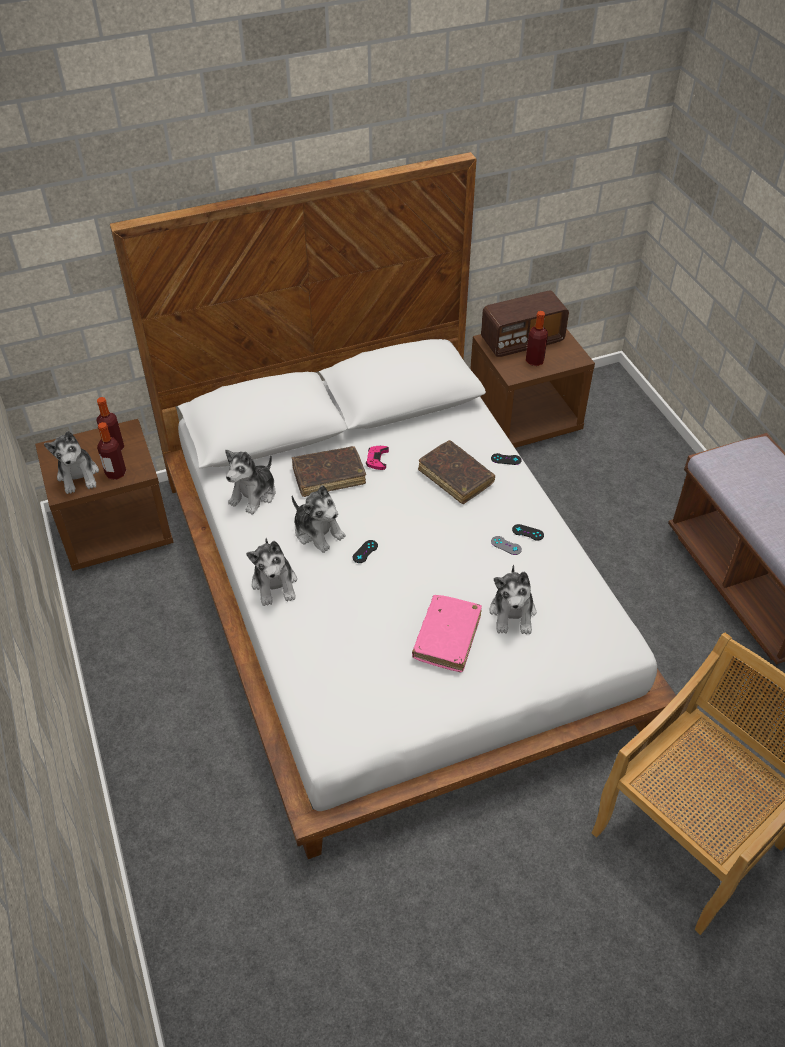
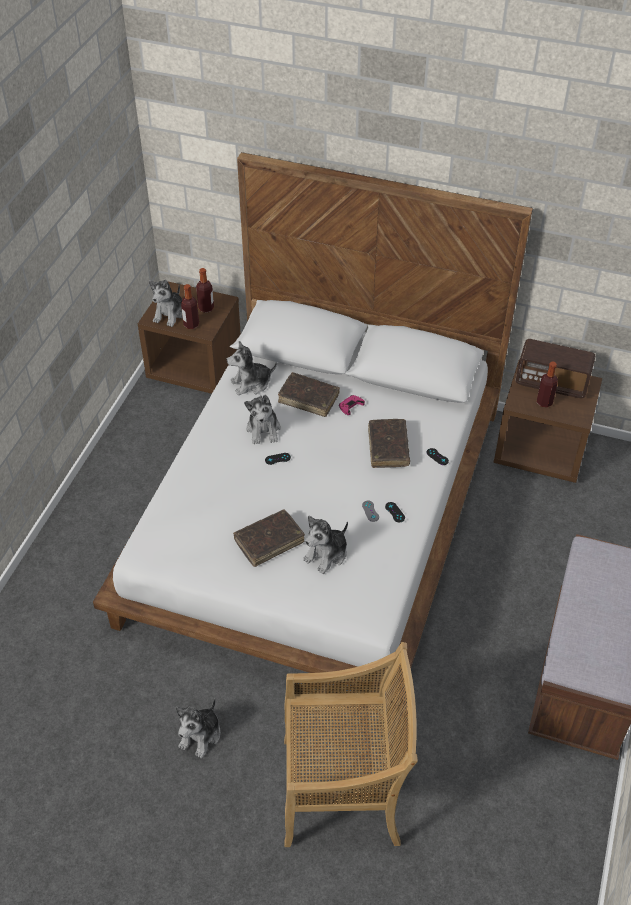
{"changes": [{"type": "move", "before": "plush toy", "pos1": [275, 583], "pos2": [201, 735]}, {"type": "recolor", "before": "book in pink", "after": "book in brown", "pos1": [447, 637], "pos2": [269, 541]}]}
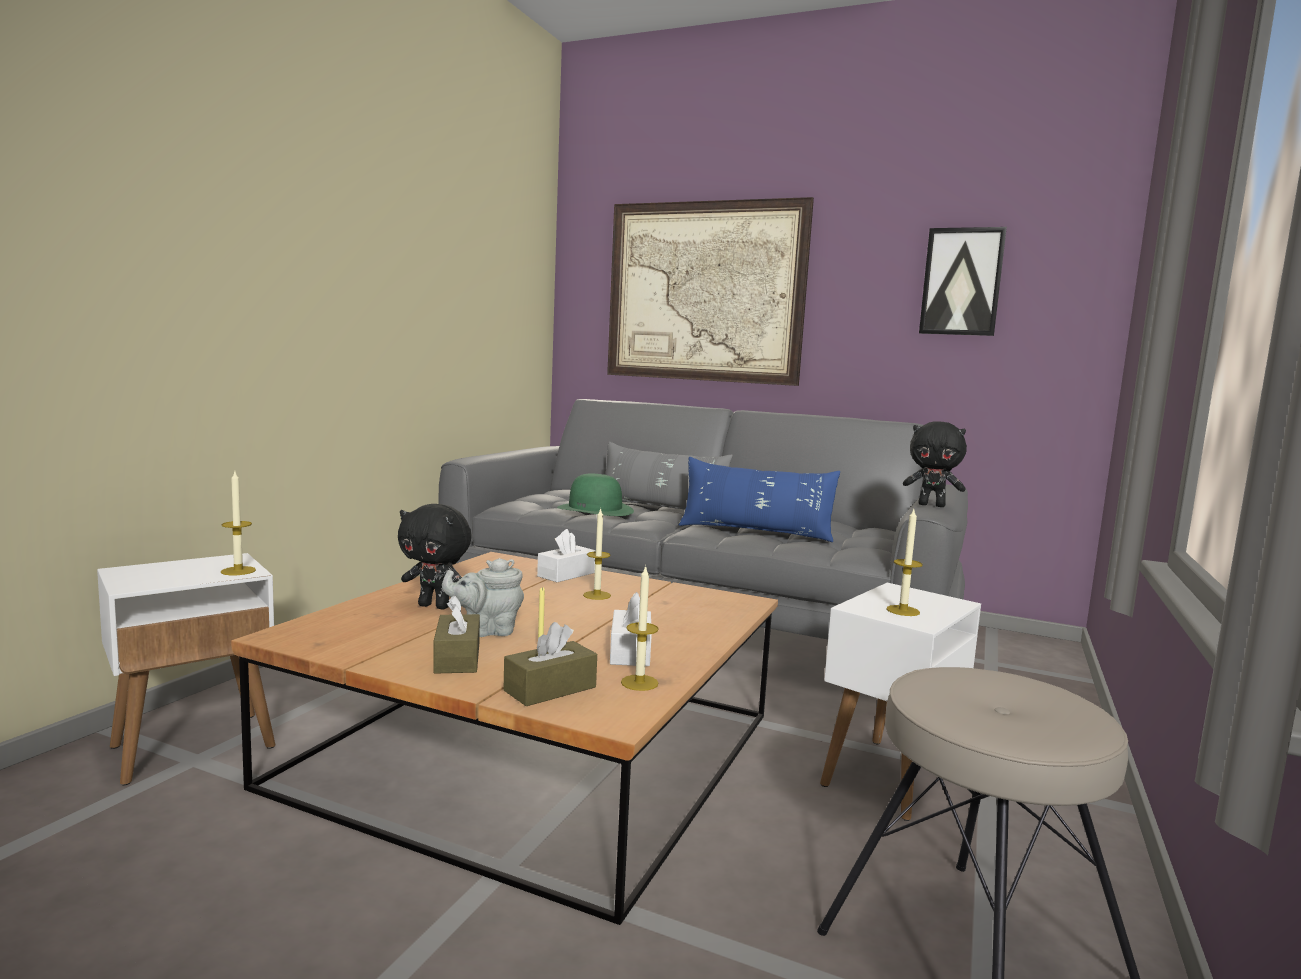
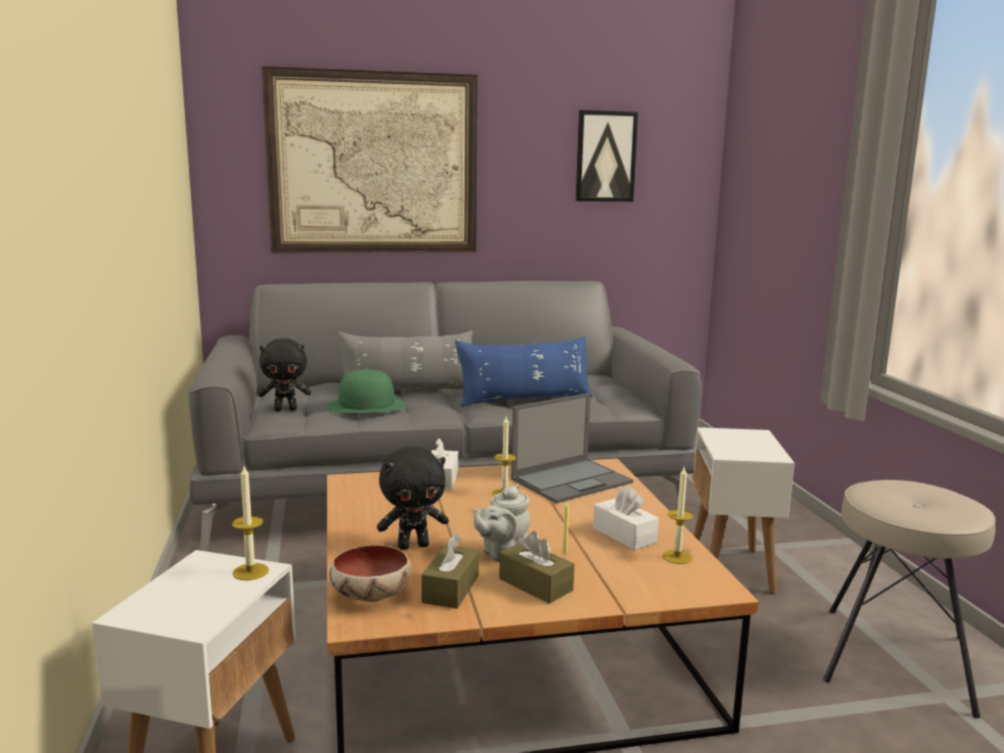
{"changes": [{"type": "move", "before": "plush toy in black", "pos1": [932, 505], "pos2": [286, 409]}, {"type": "insert", "after": "bowl", "pos2": [369, 595]}, {"type": "move", "before": "tissue box in brown", "pos1": [550, 689], "pos2": [451, 589]}, {"type": "insert", "after": "laptop", "pos2": [572, 480]}, {"type": "delete", "before": "candle", "pos1": [903, 610]}]}
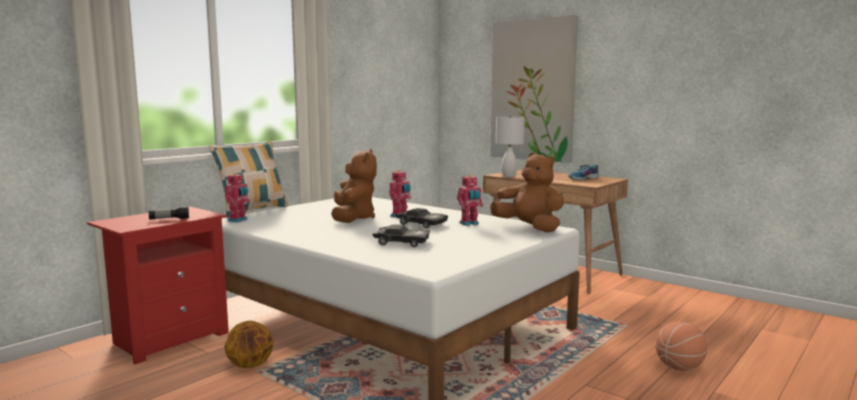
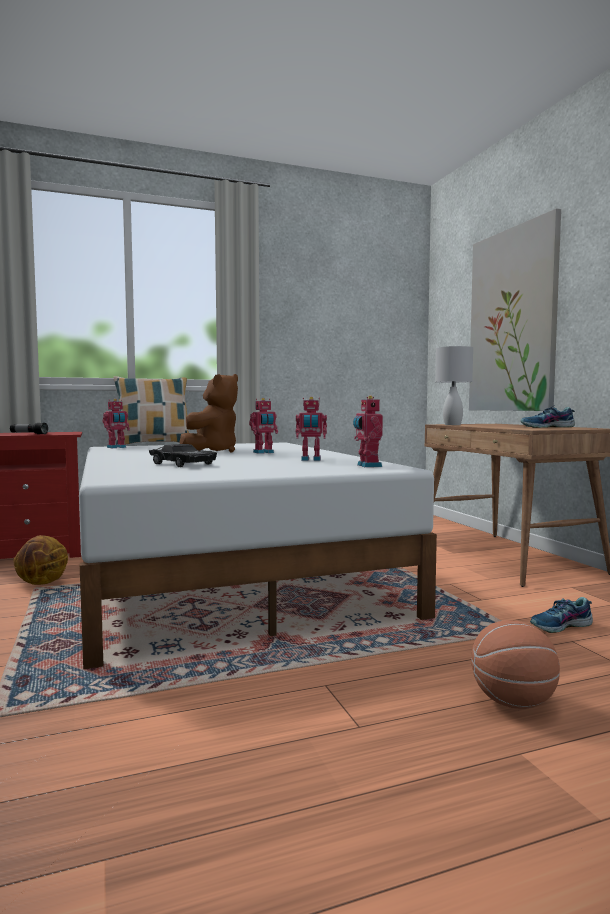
{"changes": [{"type": "replace", "before": "plush toy in brown", "after": "toy robot", "pos1": [529, 228], "pos2": [367, 466]}, {"type": "insert", "after": "shoe", "pos2": [561, 626]}, {"type": "delete", "before": "toy car in black", "pos1": [421, 224]}]}
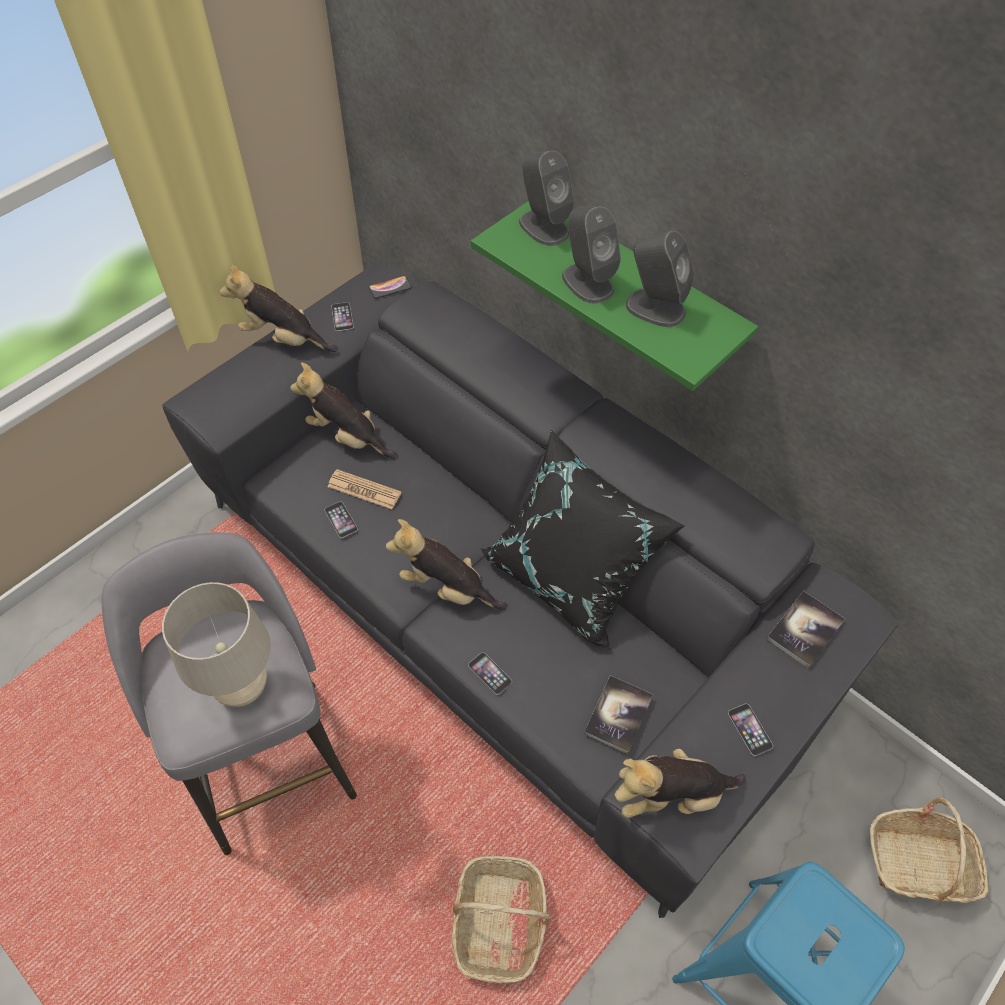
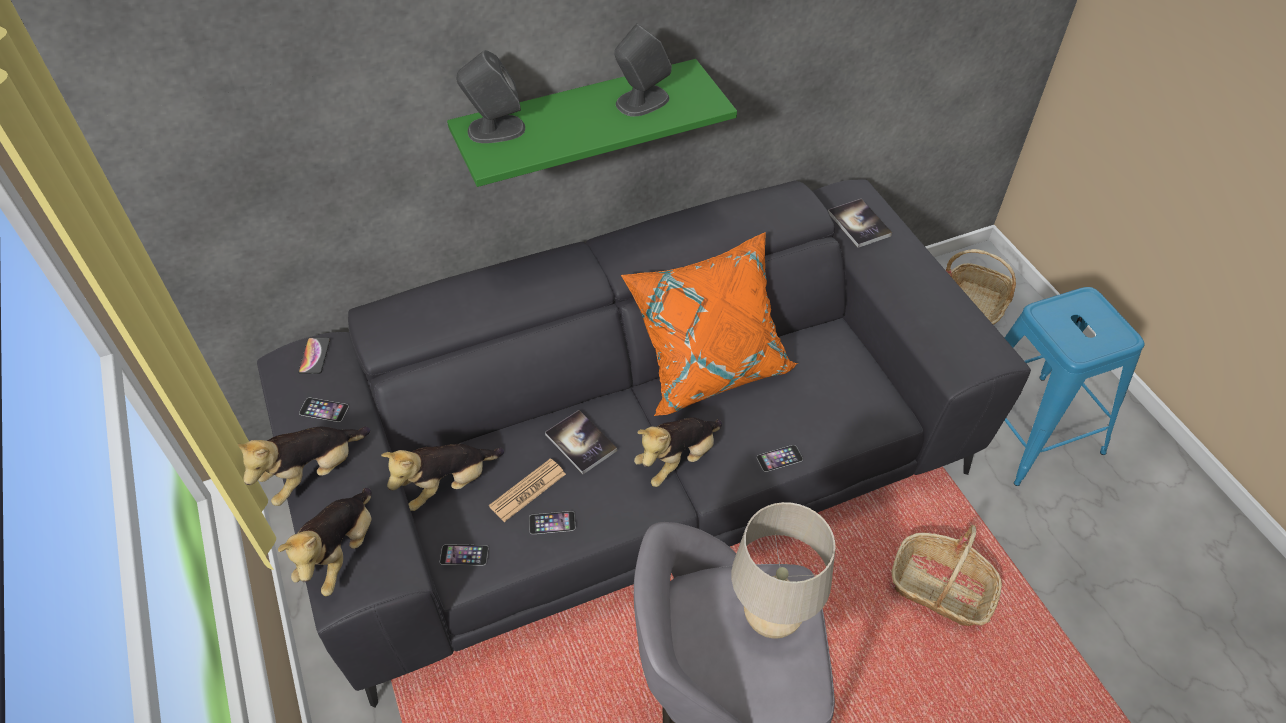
{"changes": [{"type": "move", "before": "plush toy", "pos1": [670, 794], "pos2": [340, 553]}, {"type": "move", "before": "phone", "pos1": [750, 729], "pos2": [464, 555]}, {"type": "move", "before": "book", "pos1": [618, 715], "pos2": [581, 443]}, {"type": "recolor", "before": "pillow in black", "after": "pillow in orange", "pos1": [570, 575], "pos2": [709, 366]}, {"type": "delete", "before": "speaker in grey", "pos1": [587, 282]}]}
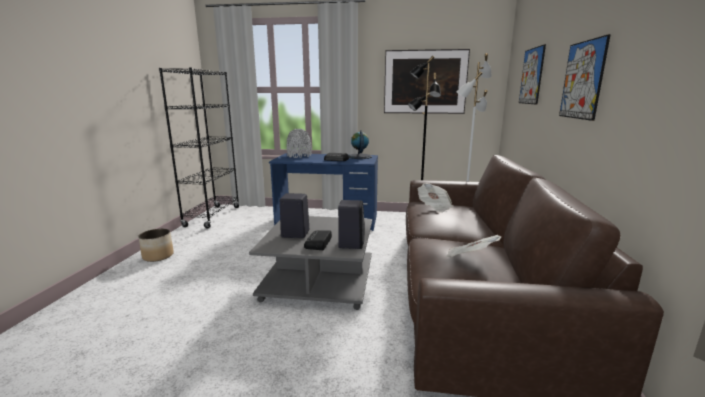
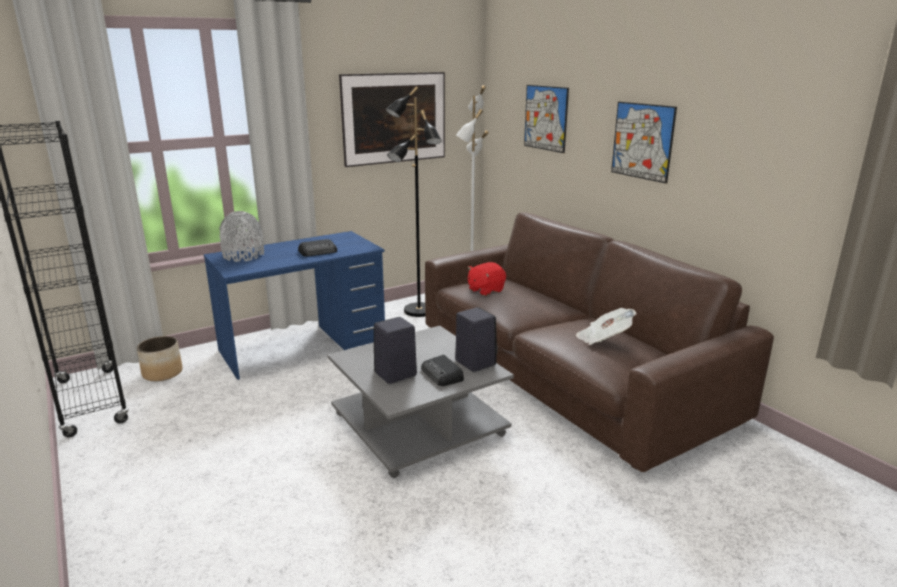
{"changes": [{"type": "move", "before": "planter", "pos1": [158, 256], "pos2": [163, 373]}, {"type": "replace", "before": "newspaper", "after": "plush toy in red", "pos1": [434, 207], "pos2": [485, 290]}, {"type": "delete", "before": "globe", "pos1": [359, 157]}]}
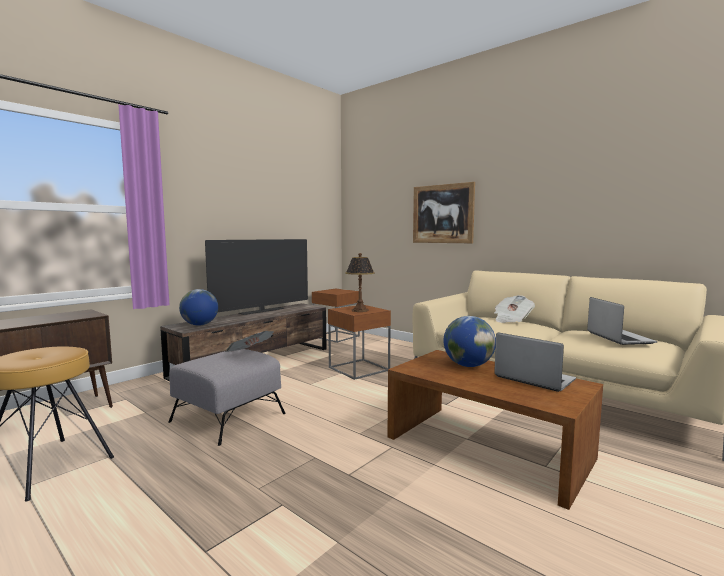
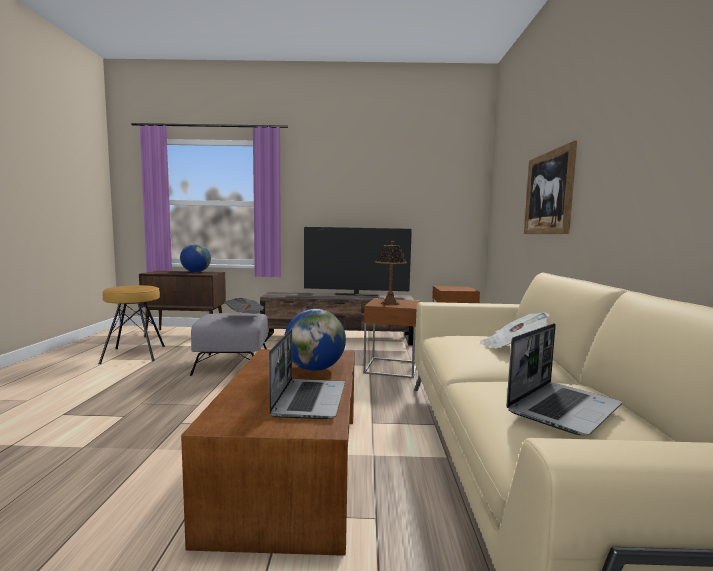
{"changes": [{"type": "move", "before": "globe", "pos1": [200, 325], "pos2": [196, 272]}]}
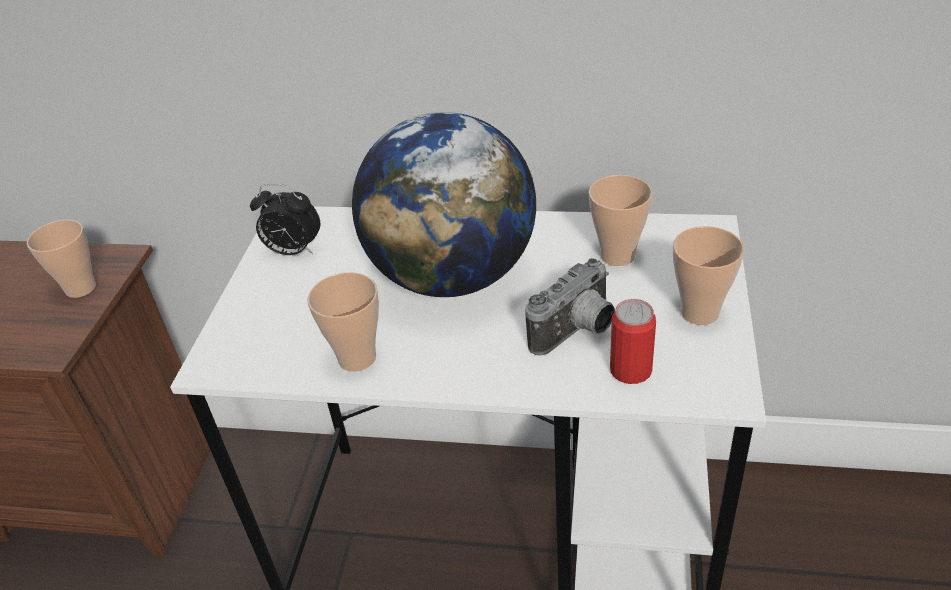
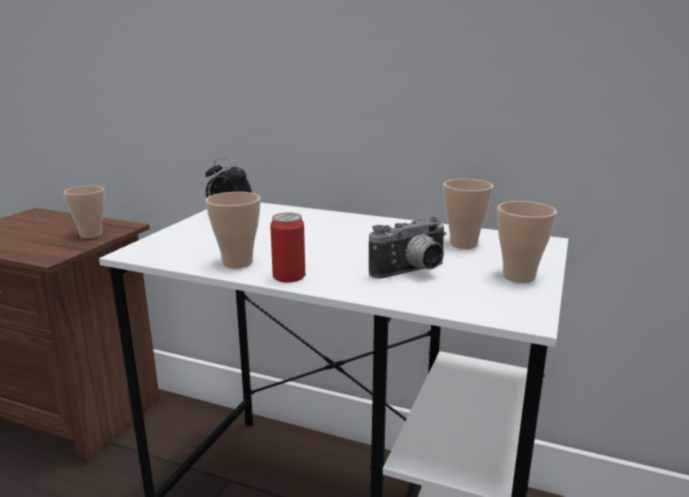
{"changes": [{"type": "move", "before": "can", "pos1": [630, 370], "pos2": [289, 276]}, {"type": "delete", "before": "globe", "pos1": [453, 276]}]}
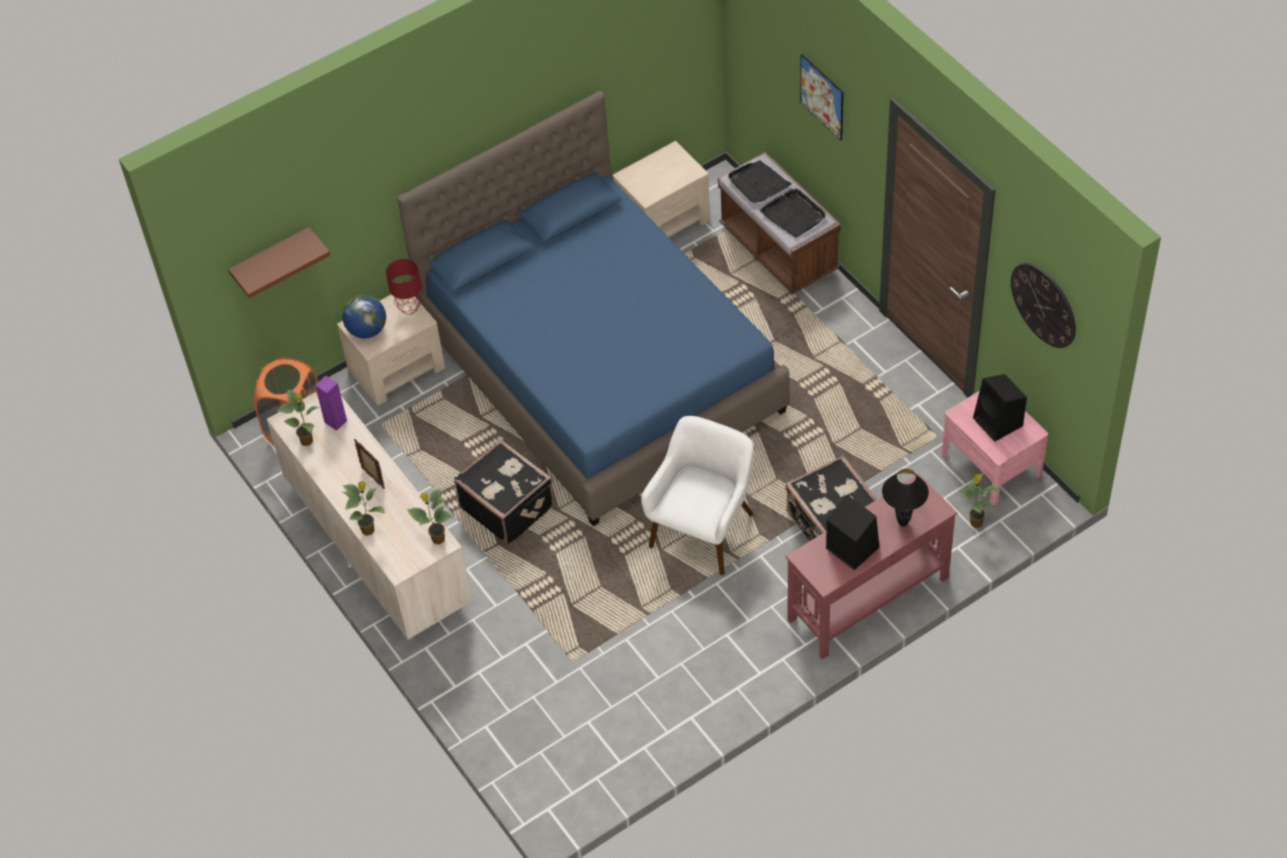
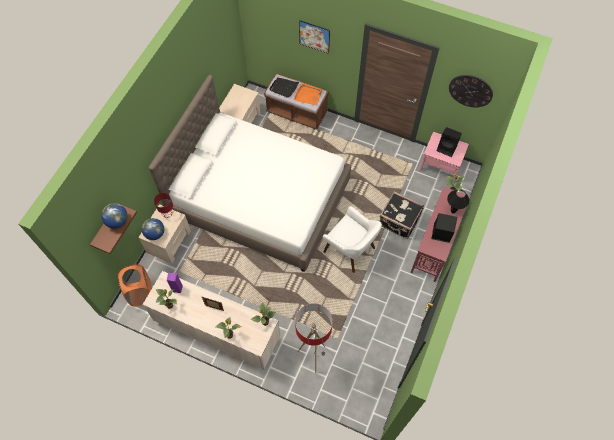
{"changes": [{"type": "insert", "after": "globe", "pos2": [117, 221]}, {"type": "recolor", "before": "bed in blue", "after": "bed in white", "pos1": [602, 369], "pos2": [260, 199]}, {"type": "recolor", "before": "tray in black", "after": "tray in orange", "pos1": [794, 215], "pos2": [308, 95]}, {"type": "insert", "after": "floor lamp", "pos2": [313, 357]}, {"type": "rotate", "before": "armchair in white", "pos1": [703, 530], "pos2": [350, 250], "turn": 135}, {"type": "delete", "before": "suitcase in black", "pos1": [507, 506]}]}
